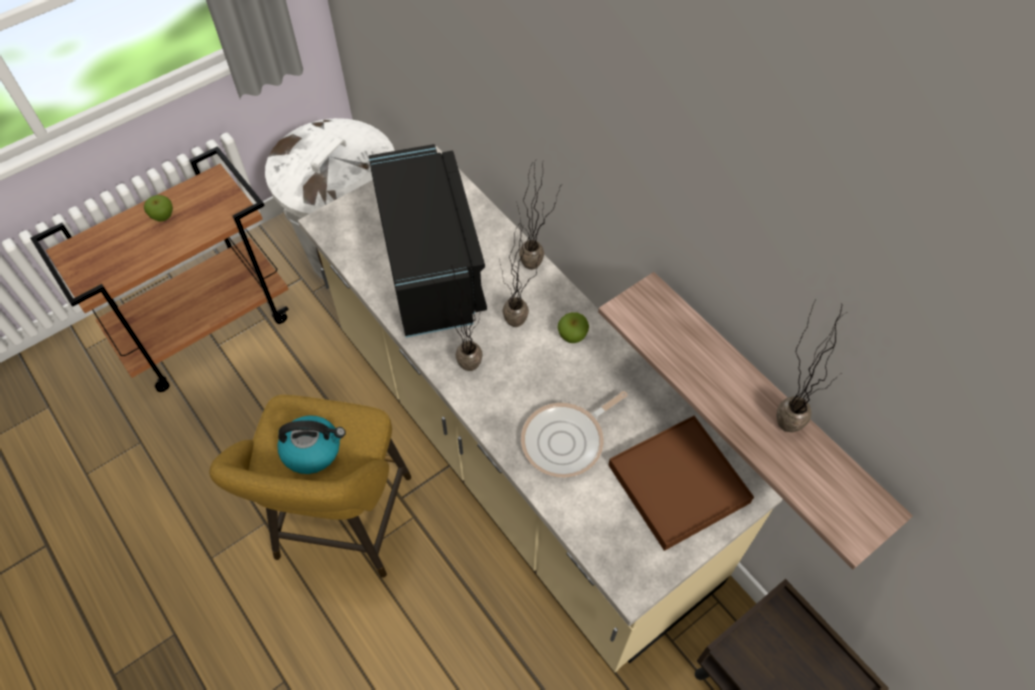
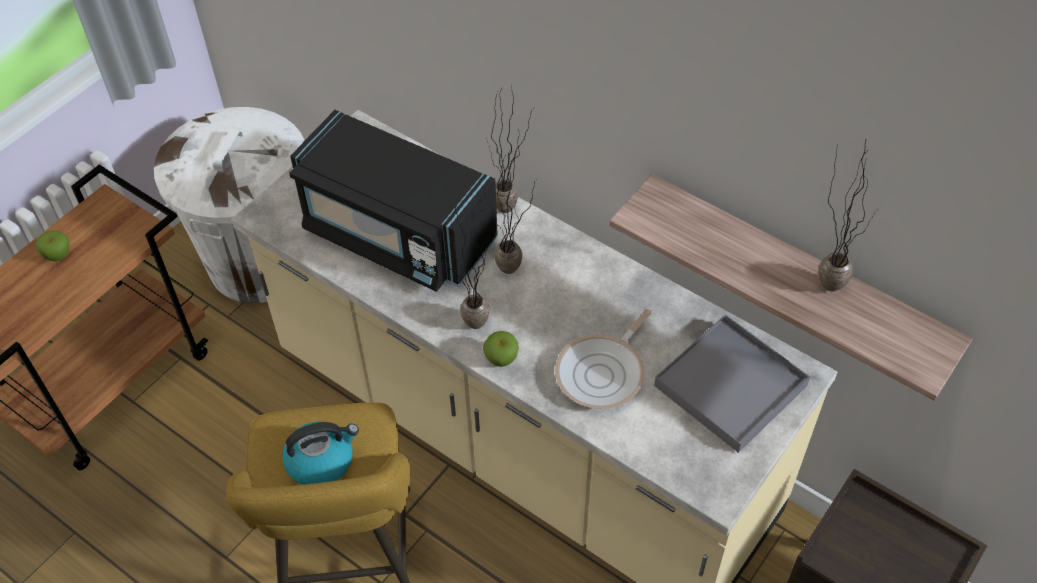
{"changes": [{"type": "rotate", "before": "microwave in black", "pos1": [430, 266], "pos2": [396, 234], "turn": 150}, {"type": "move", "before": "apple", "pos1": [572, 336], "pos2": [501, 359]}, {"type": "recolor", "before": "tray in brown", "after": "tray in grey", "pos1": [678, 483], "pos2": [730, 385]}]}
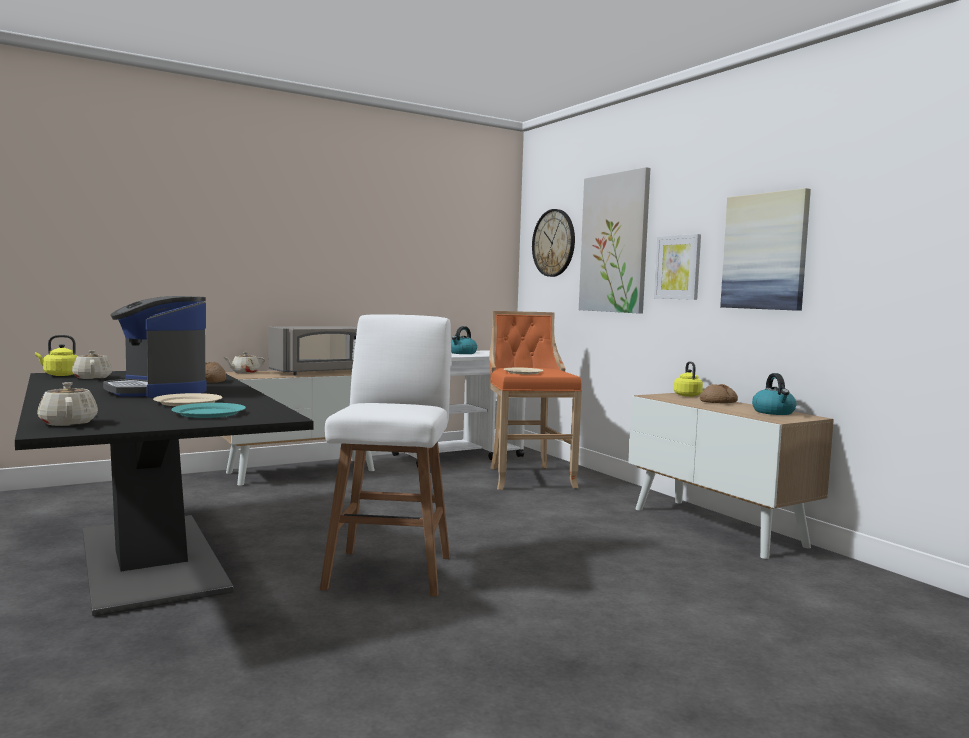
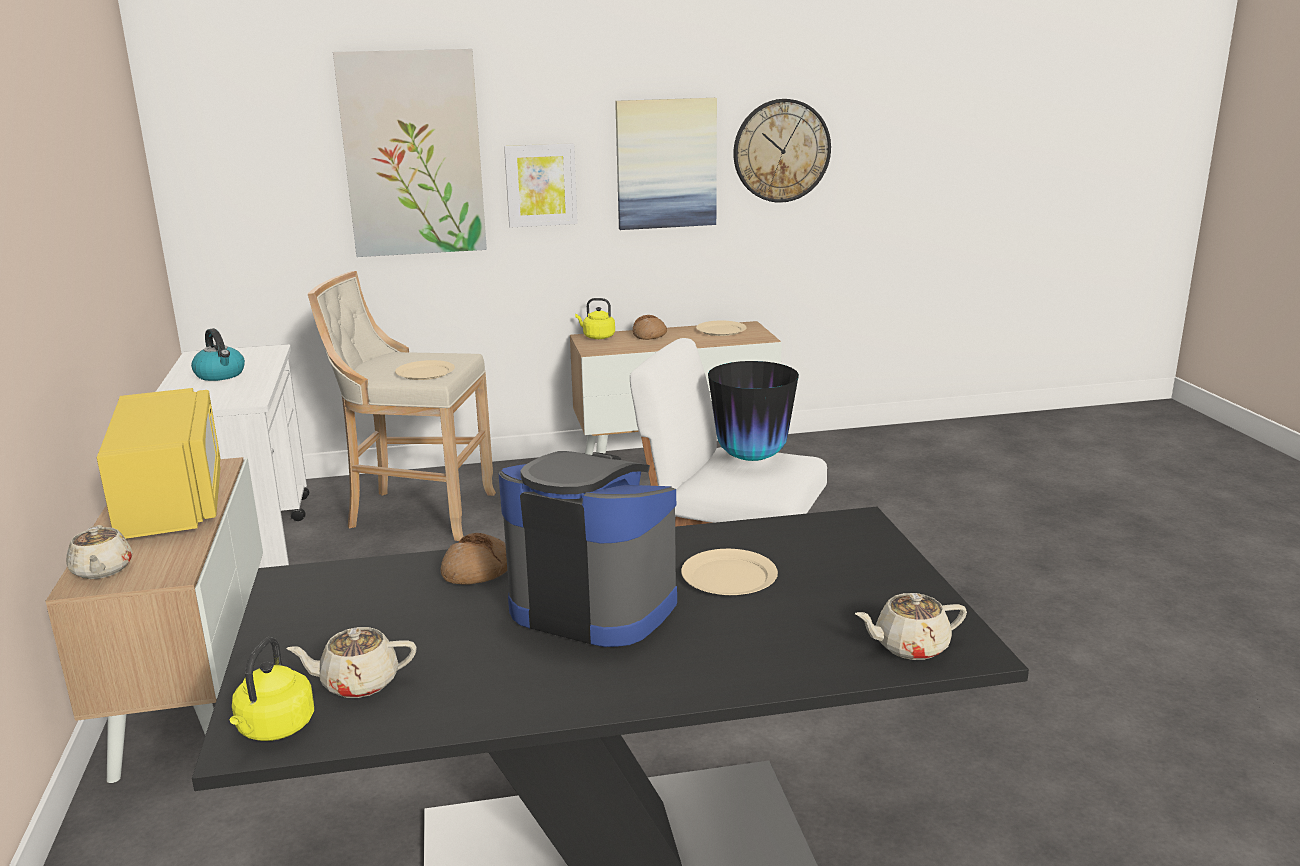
{"changes": [{"type": "recolor", "before": "microwave in grey", "after": "microwave in yellow", "pos1": [320, 372], "pos2": [172, 502]}, {"type": "recolor", "before": "stool in orange", "after": "stool in beige", "pos1": [527, 477], "pos2": [417, 513]}, {"type": "rotate", "before": "coffee machine", "pos1": [158, 391], "pos2": [594, 605], "turn": -135}, {"type": "replace", "before": "kettle", "after": "plate in beige", "pos1": [774, 412], "pos2": [721, 330]}, {"type": "insert", "after": "vase", "pos2": [751, 458]}, {"type": "move", "before": "wall clock", "pos1": [554, 243], "pos2": [781, 151]}, {"type": "delete", "before": "plate in turquoise", "pos1": [208, 413]}]}
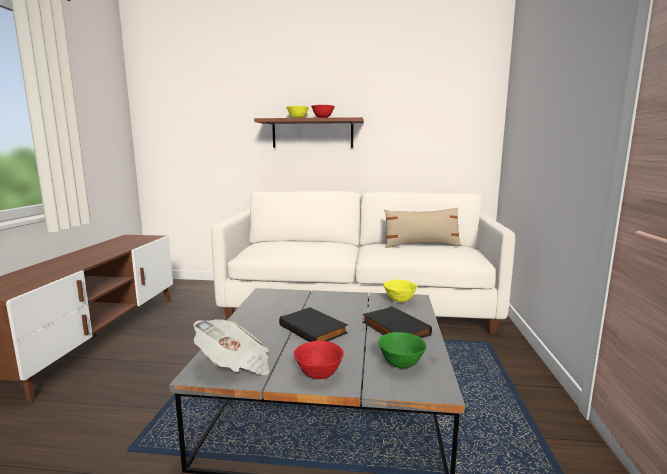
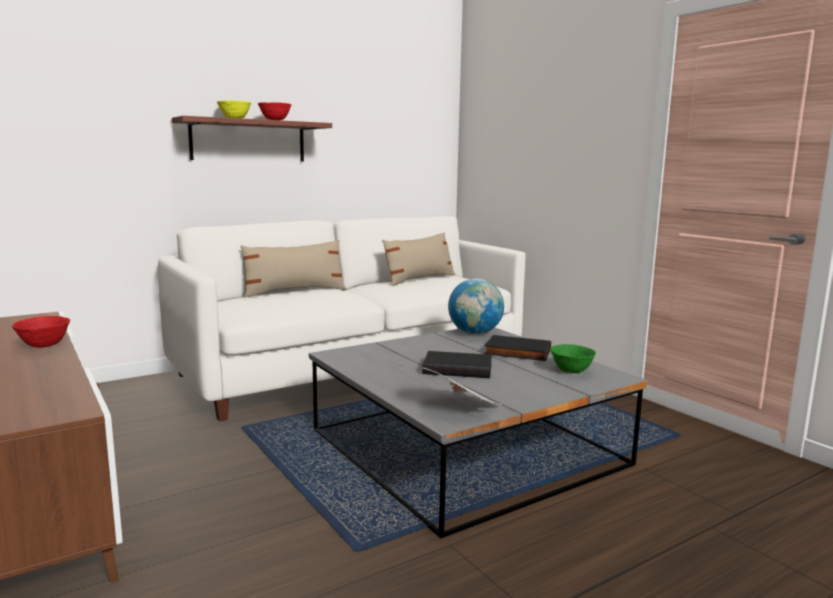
{"changes": [{"type": "move", "before": "bowl in red", "pos1": [318, 375], "pos2": [44, 346]}, {"type": "insert", "after": "pillow in beige", "pos2": [294, 291]}, {"type": "replace", "before": "bowl in yellow", "after": "globe", "pos1": [399, 301], "pos2": [475, 333]}]}
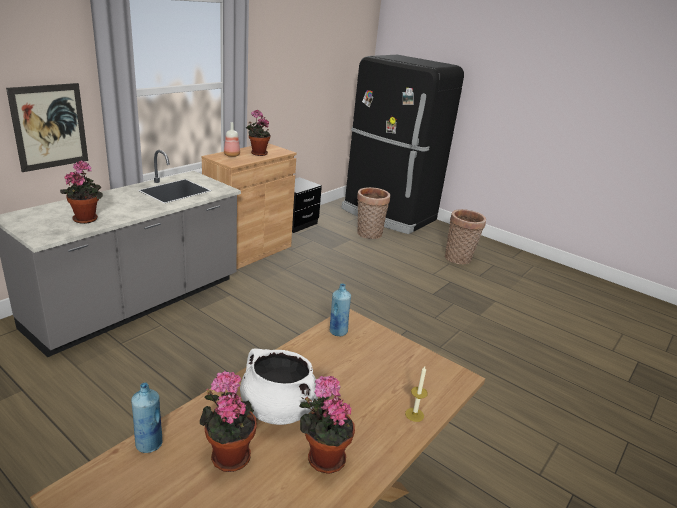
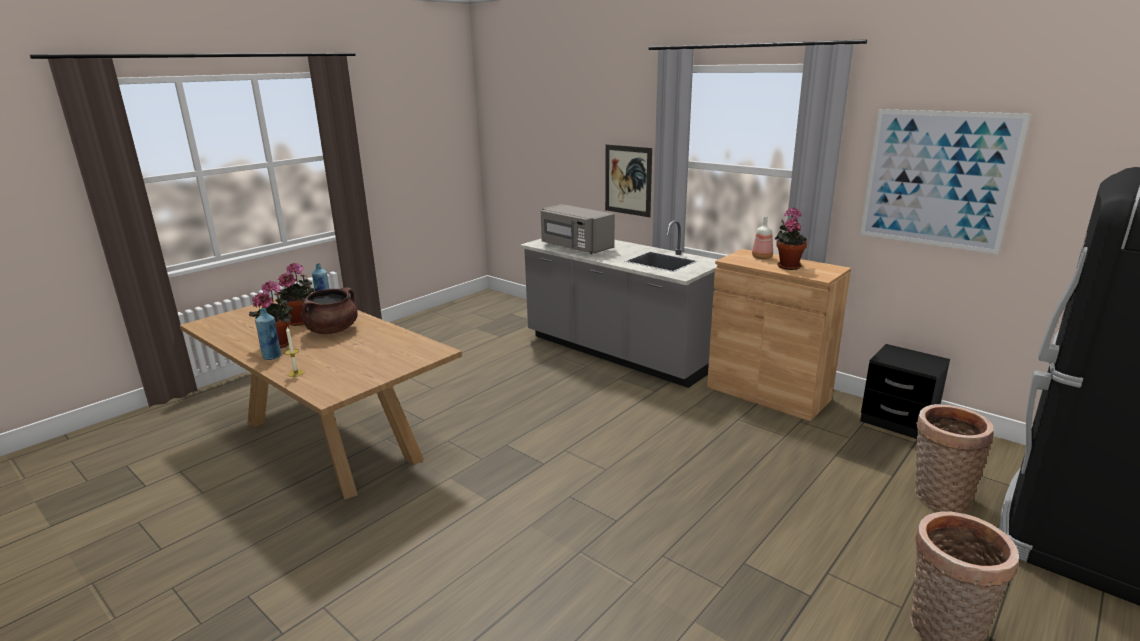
{"changes": [{"type": "move", "before": "bottle in blue", "pos1": [338, 331], "pos2": [272, 357]}, {"type": "recolor", "before": "cooking pot in white", "after": "cooking pot in brown", "pos1": [278, 409], "pos2": [332, 330]}, {"type": "replace", "before": "potted plant", "after": "microwave in grey", "pos1": [86, 218], "pos2": [575, 247]}, {"type": "insert", "after": "picture", "pos2": [937, 179]}]}
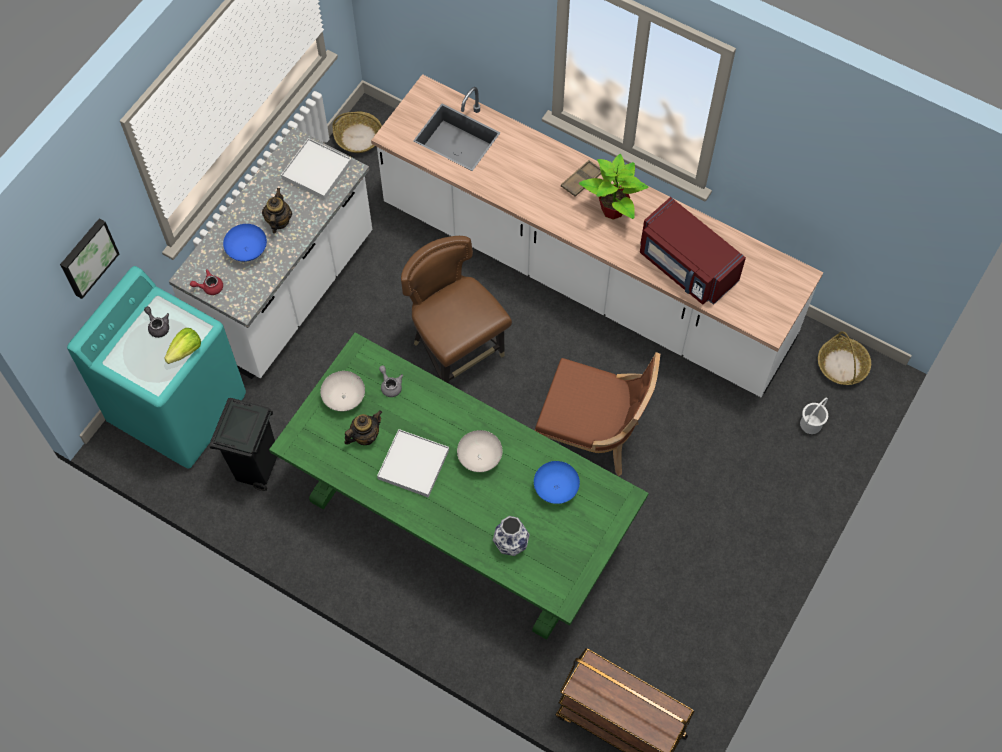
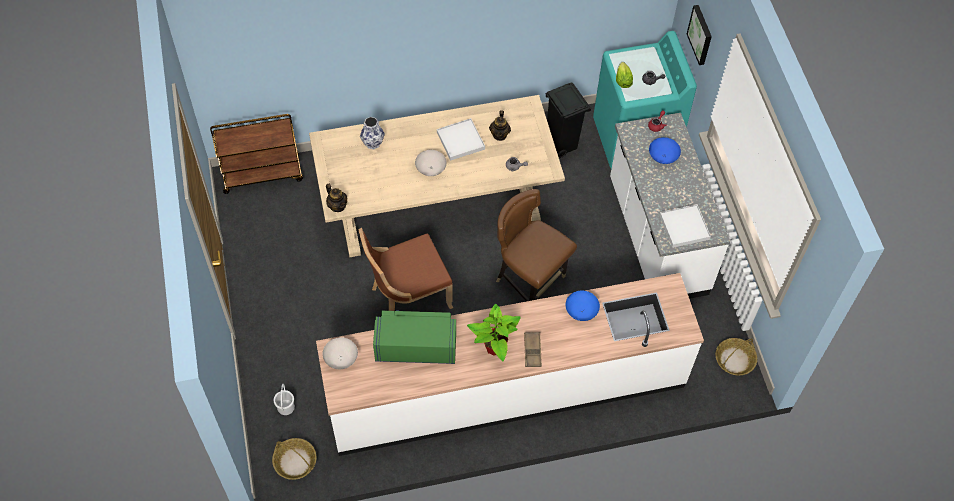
{"changes": [{"type": "recolor", "before": "dining table in green", "after": "dining table in beige", "pos1": [459, 516], "pos2": [437, 202]}, {"type": "move", "before": "bowl in white", "pos1": [345, 398], "pos2": [340, 359]}, {"type": "move", "before": "teapot", "pos1": [278, 221], "pos2": [337, 206]}, {"type": "recolor", "before": "microwave in red", "after": "microwave in green", "pos1": [686, 267], "pos2": [416, 347]}, {"type": "rotate", "before": "chair in brown", "pos1": [456, 352], "pos2": [529, 281], "turn": -150}, {"type": "move", "before": "bowl in blue", "pos1": [555, 488], "pos2": [582, 311]}]}
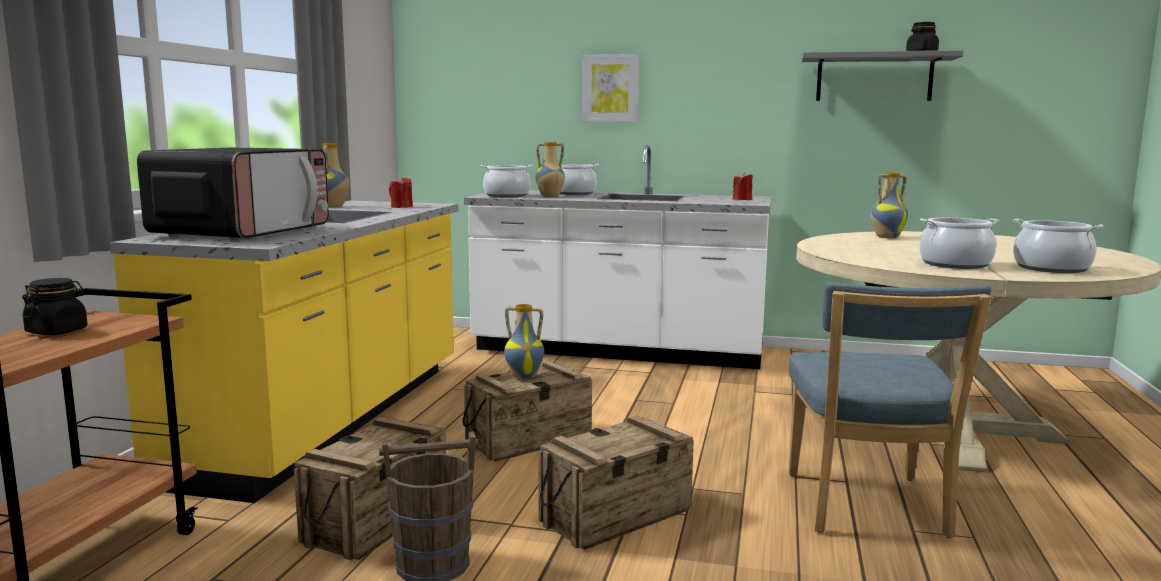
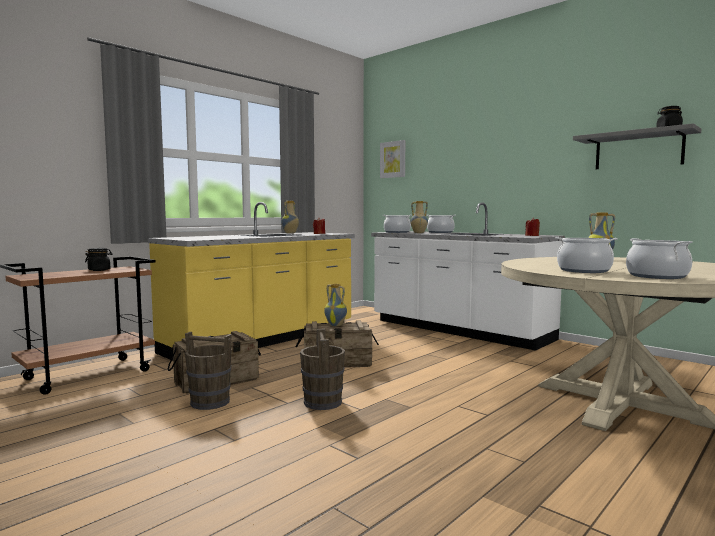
{"changes": [{"type": "replace", "before": "crate", "after": "bucket in brown", "pos1": [616, 517], "pos2": [322, 402]}, {"type": "move", "before": "picture", "pos1": [610, 88], "pos2": [393, 159]}, {"type": "delete", "before": "microwave", "pos1": [243, 232]}, {"type": "delete", "before": "chair in blue", "pos1": [867, 508]}]}
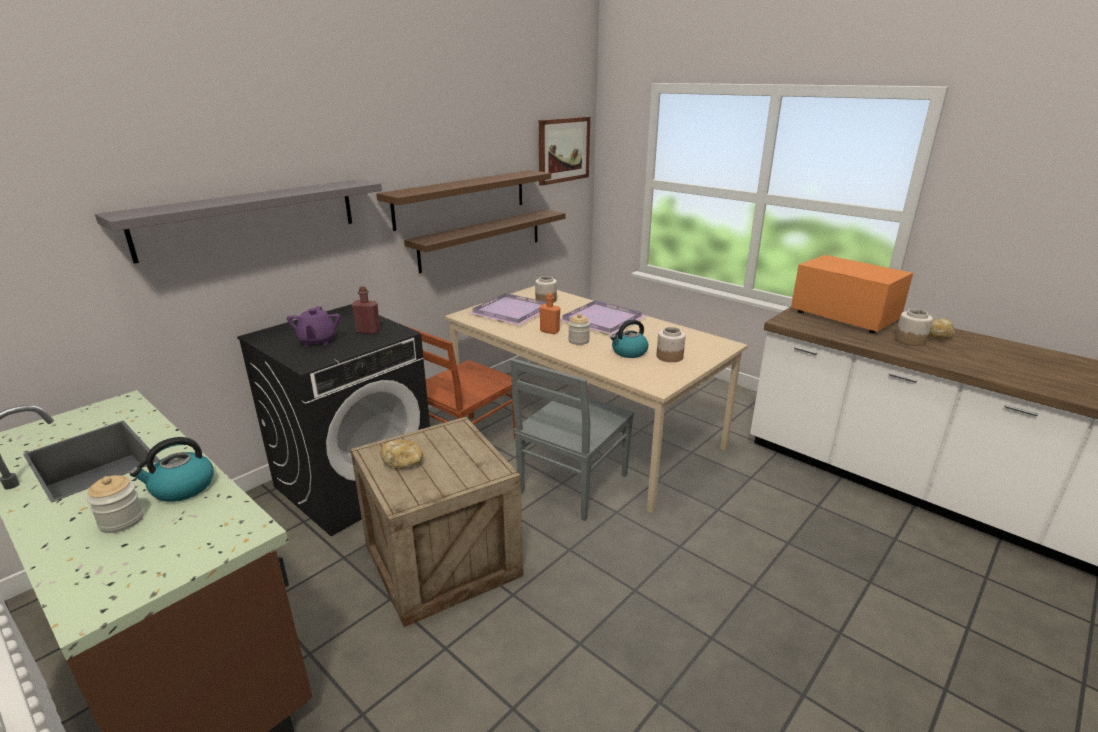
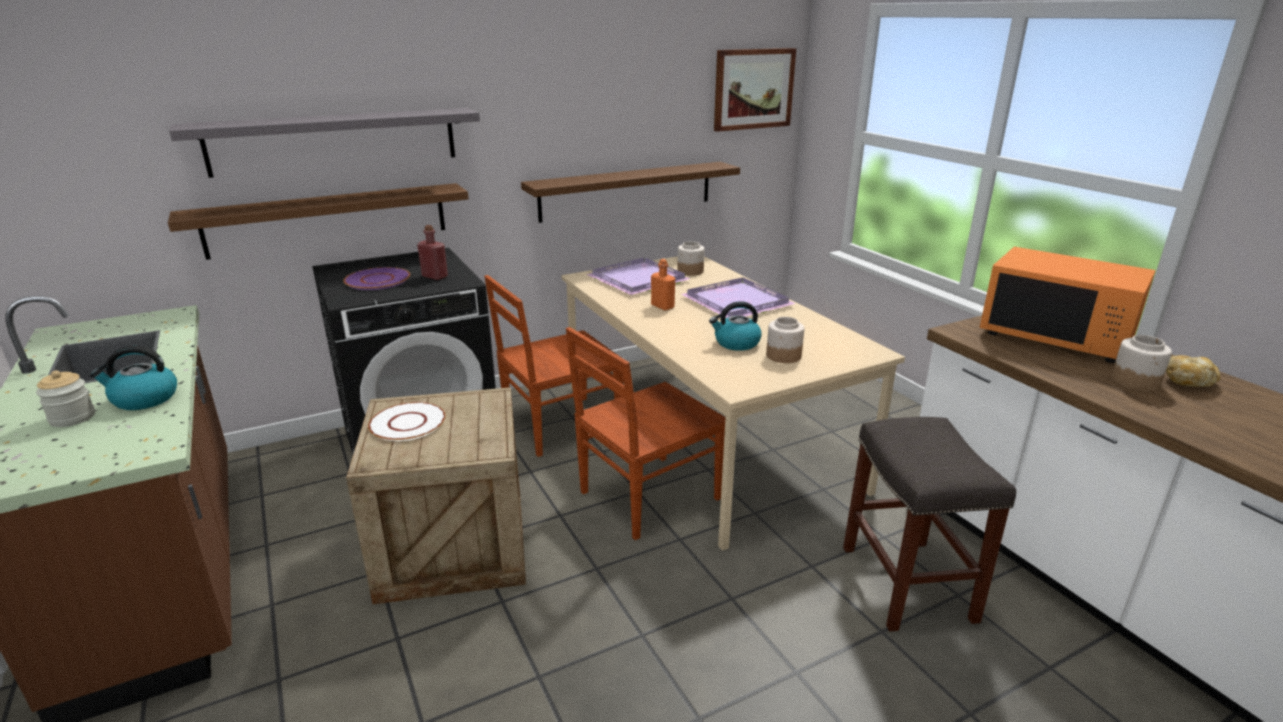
{"changes": [{"type": "move", "before": "shelf in brown", "pos1": [461, 198], "pos2": [328, 220]}, {"type": "replace", "before": "teapot in purple", "after": "plate in purple", "pos1": [317, 341], "pos2": [377, 280]}, {"type": "replace", "before": "bread", "after": "plate in white", "pos1": [403, 462], "pos2": [408, 423]}, {"type": "recolor", "before": "chair in grey", "after": "chair in brown", "pos1": [571, 485], "pos2": [647, 496]}, {"type": "insert", "after": "stool in grey", "pos2": [909, 584]}, {"type": "rotate", "before": "microwave in orange", "pos1": [843, 317], "pos2": [1055, 337], "turn": 150}, {"type": "delete", "before": "jar", "pos1": [578, 341]}]}
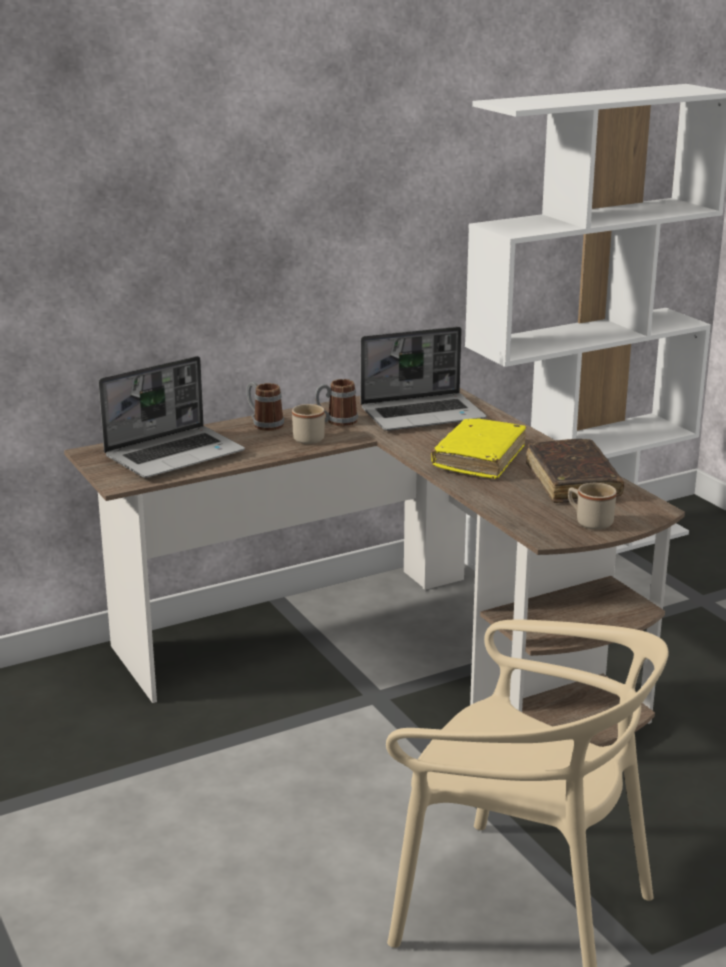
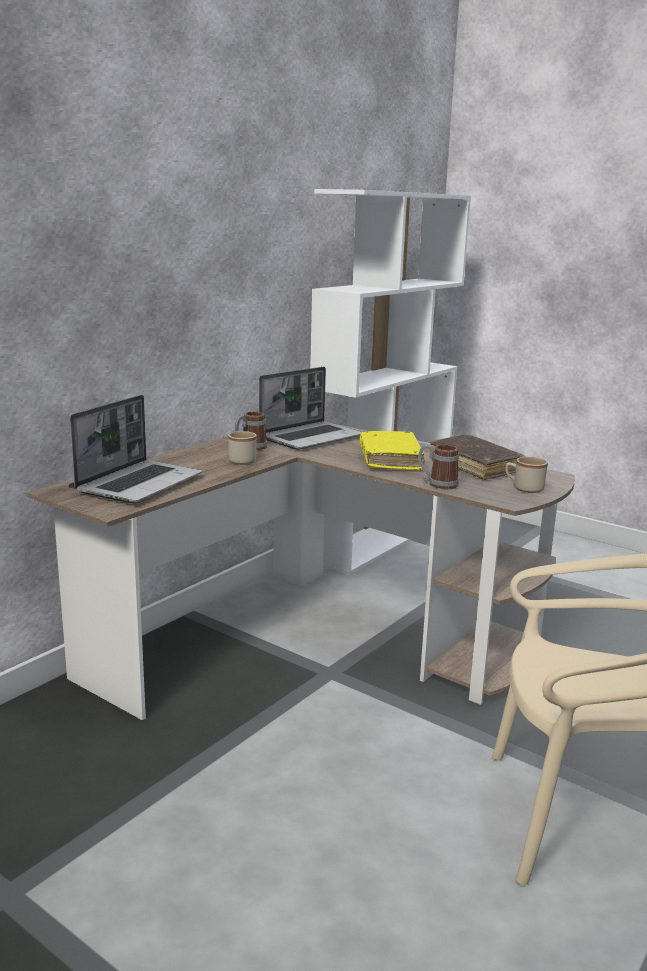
{"changes": [{"type": "move", "before": "mug", "pos1": [264, 424], "pos2": [437, 484]}]}
